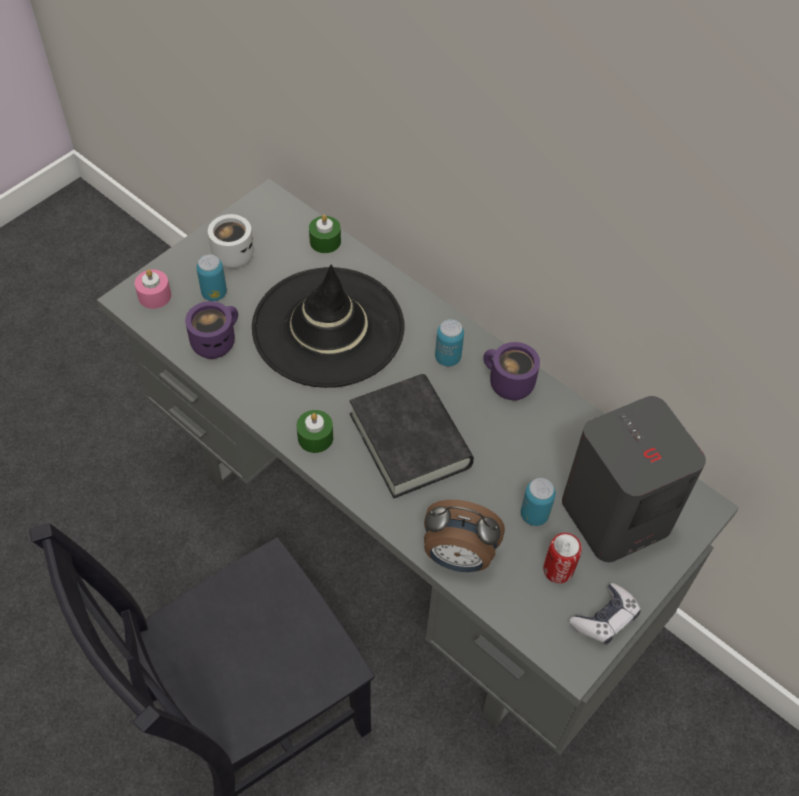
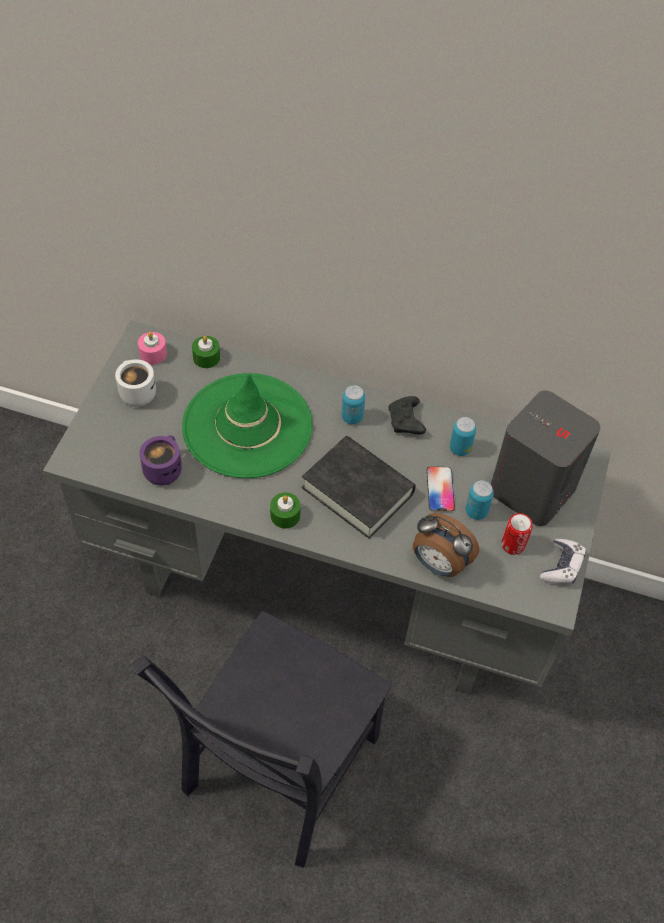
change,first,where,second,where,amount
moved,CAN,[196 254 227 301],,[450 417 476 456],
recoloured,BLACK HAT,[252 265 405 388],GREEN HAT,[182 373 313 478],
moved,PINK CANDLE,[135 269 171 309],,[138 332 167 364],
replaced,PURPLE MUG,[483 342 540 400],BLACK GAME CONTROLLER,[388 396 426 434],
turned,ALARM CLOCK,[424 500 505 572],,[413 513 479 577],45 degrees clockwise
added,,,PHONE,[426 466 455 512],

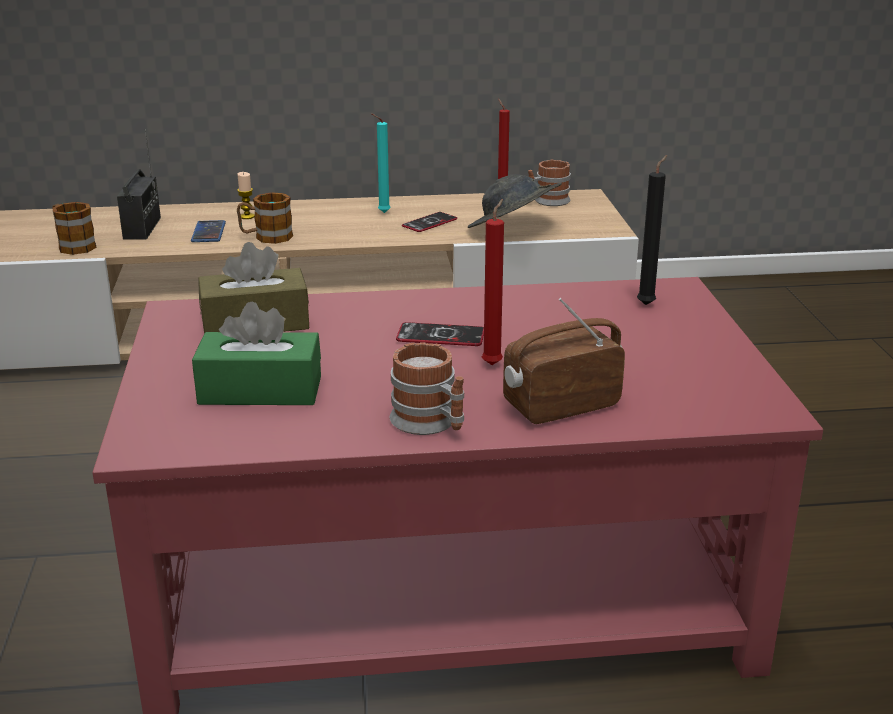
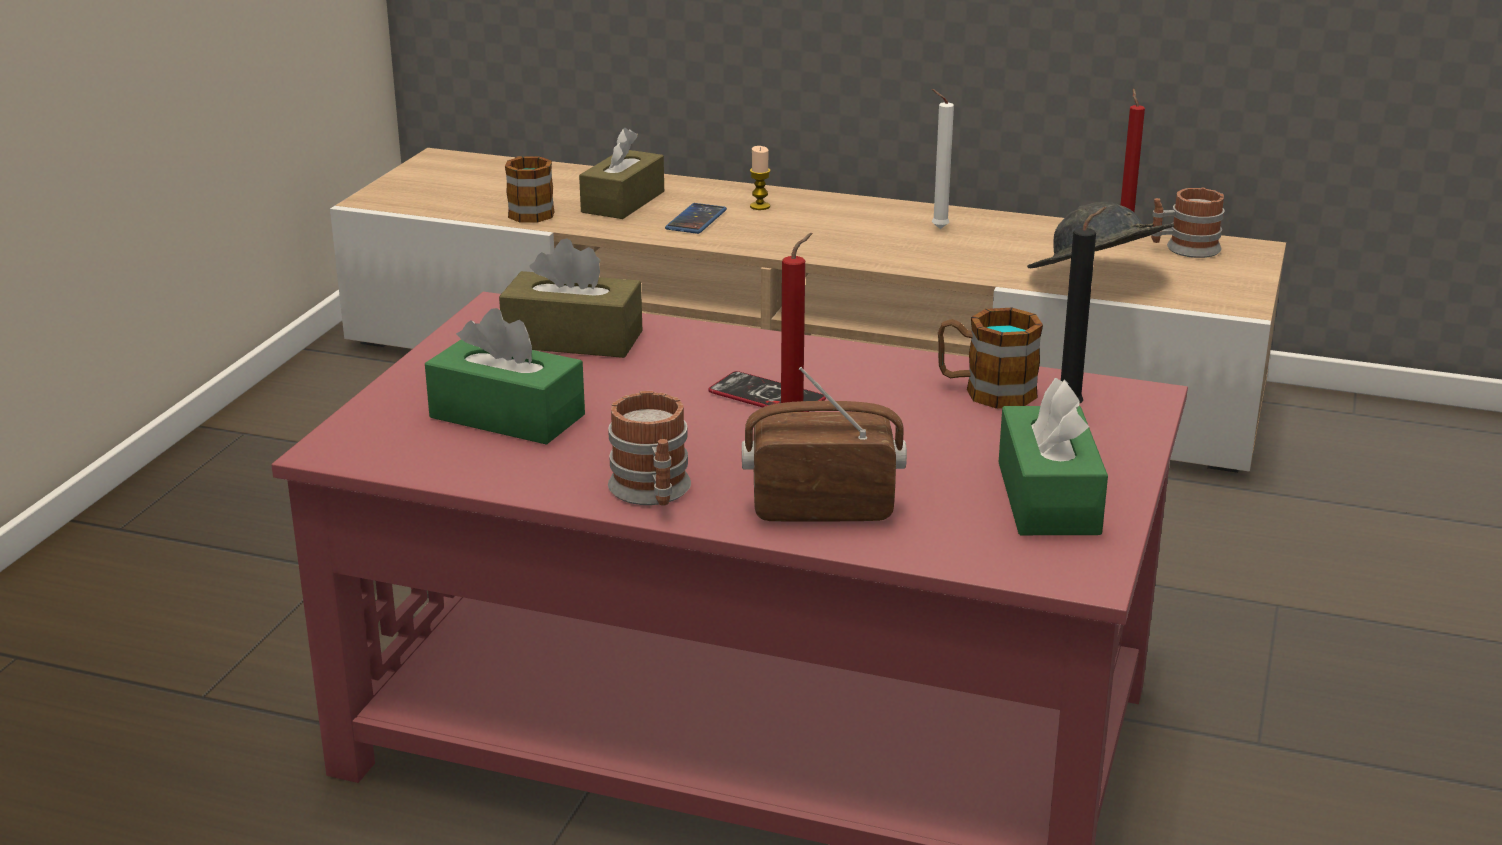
change,first,where,second,where,amount
recoloured,TURQUOISE CANDLE,[371 113 391 213],WHITE CANDLE,[932 89 954 229],
replaced,RADIO,[117 129 161 239],BROWN TISSUE BOX,[579 128 664 219],
moved,MUG,[237 192 293 244],,[938 308 1043 409],
removed,PHONE,[402 212 457 232],,,
added,,,GREEN TISSUE BOX,[999 378 1108 535],

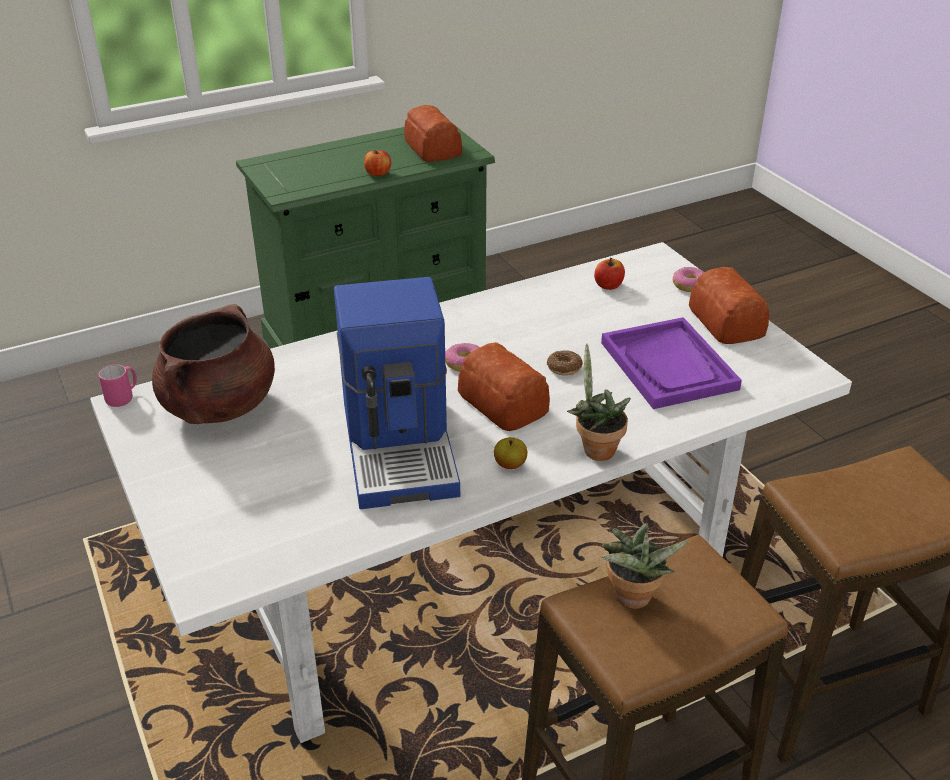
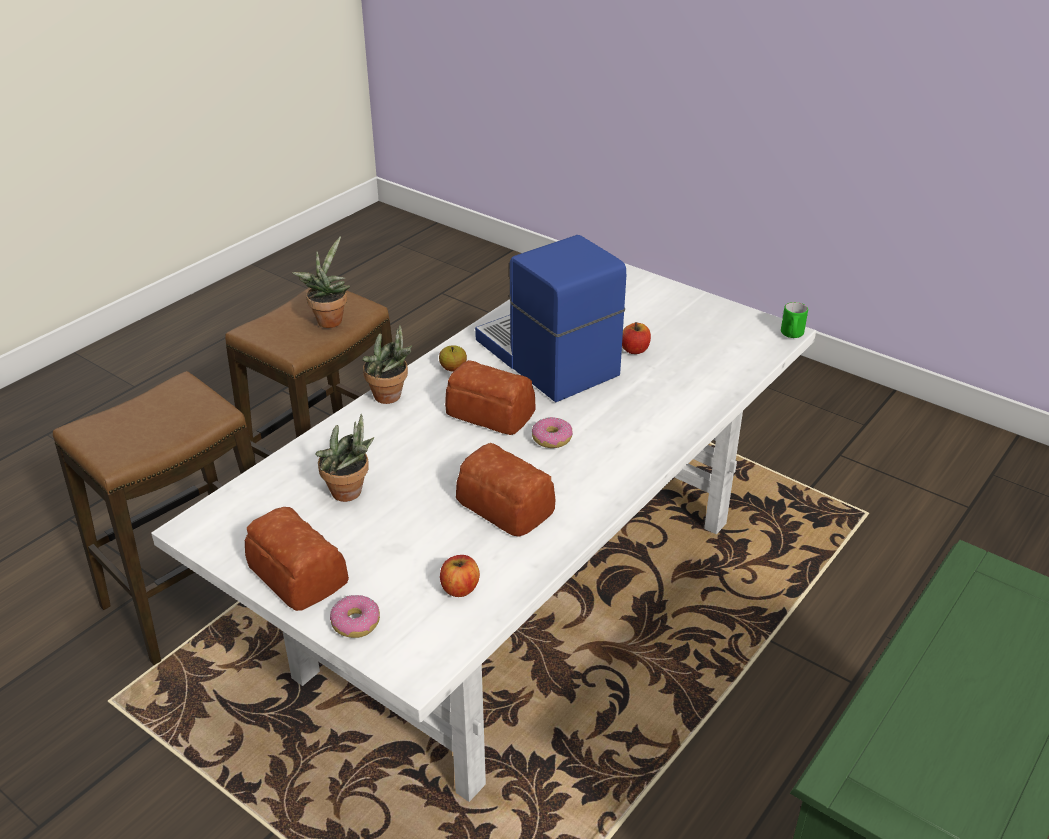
change,first,where,second,where,amount
moved,BREAD,[404 105 462 162],,[456 443 555 537],
moved,APPLE,[364 150 391 176],,[622 322 651 354],
removed,BROWN COOKING POT,[152 304 275 424],,,
replaced,PURPLE TRAY,[601 317 742 409],POTTED PLANT,[316 413 375 502],
removed,DONUT,[547 350 583 376],,,
recoloured,PINK MUG,[98 364 137 407],GREEN MUG,[781 302 808 338],

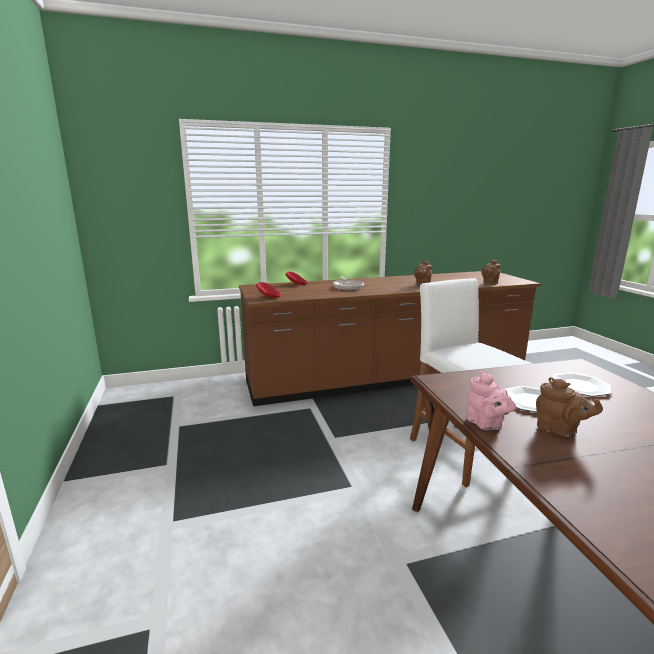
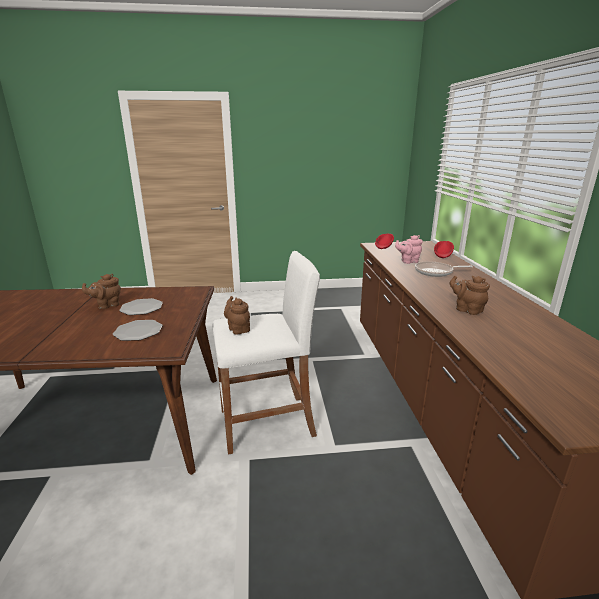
change,first,where,second,where,amount
moved,BROWN TEAPOT,[482 260 500 285],,[224 296 250 335],
moved,PINK TEAPOT,[466 371 516 430],,[395 235 423 264],

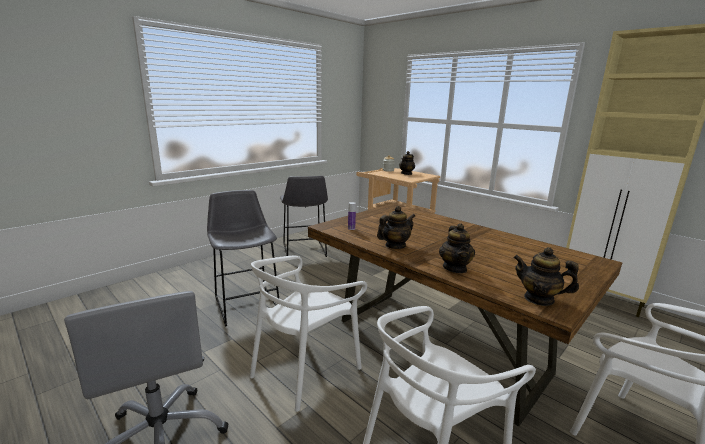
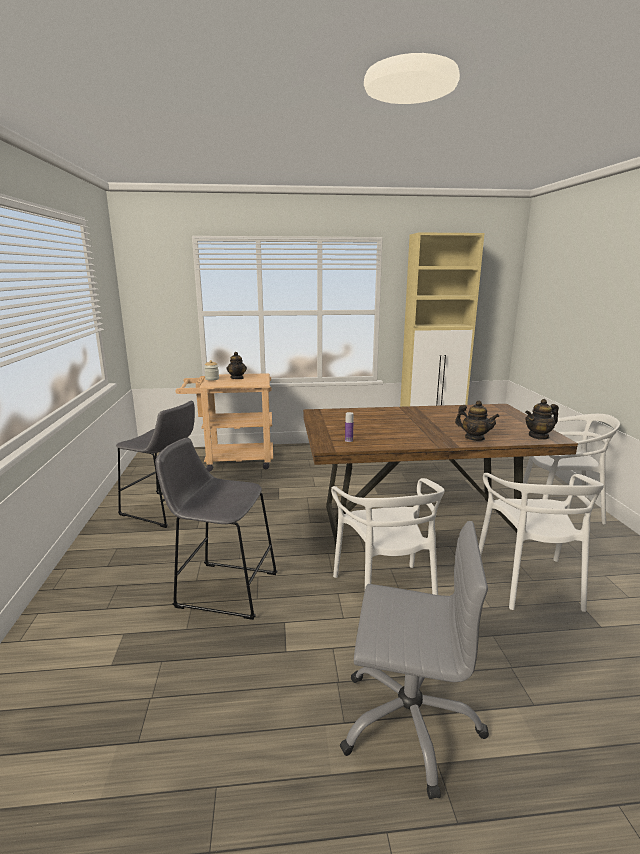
change,first,where,second,where,amount
removed,TEAPOT,[377 206 415 249],,,

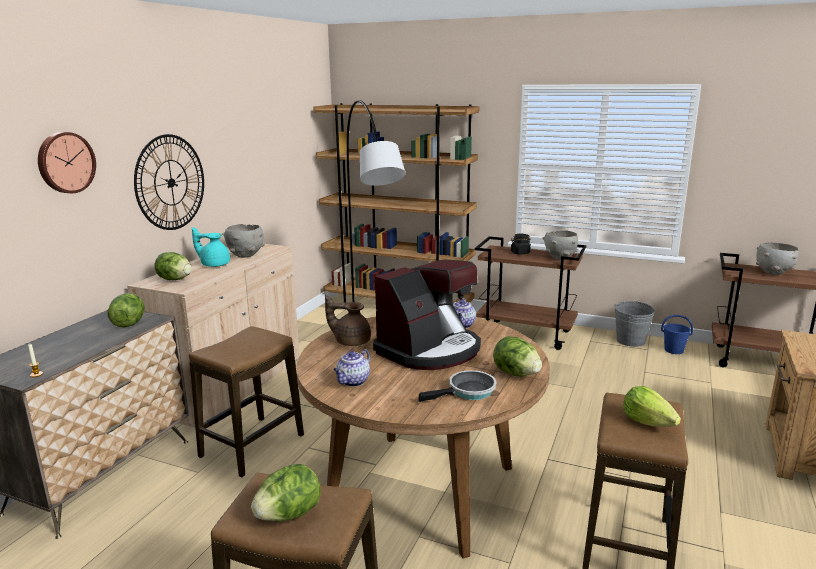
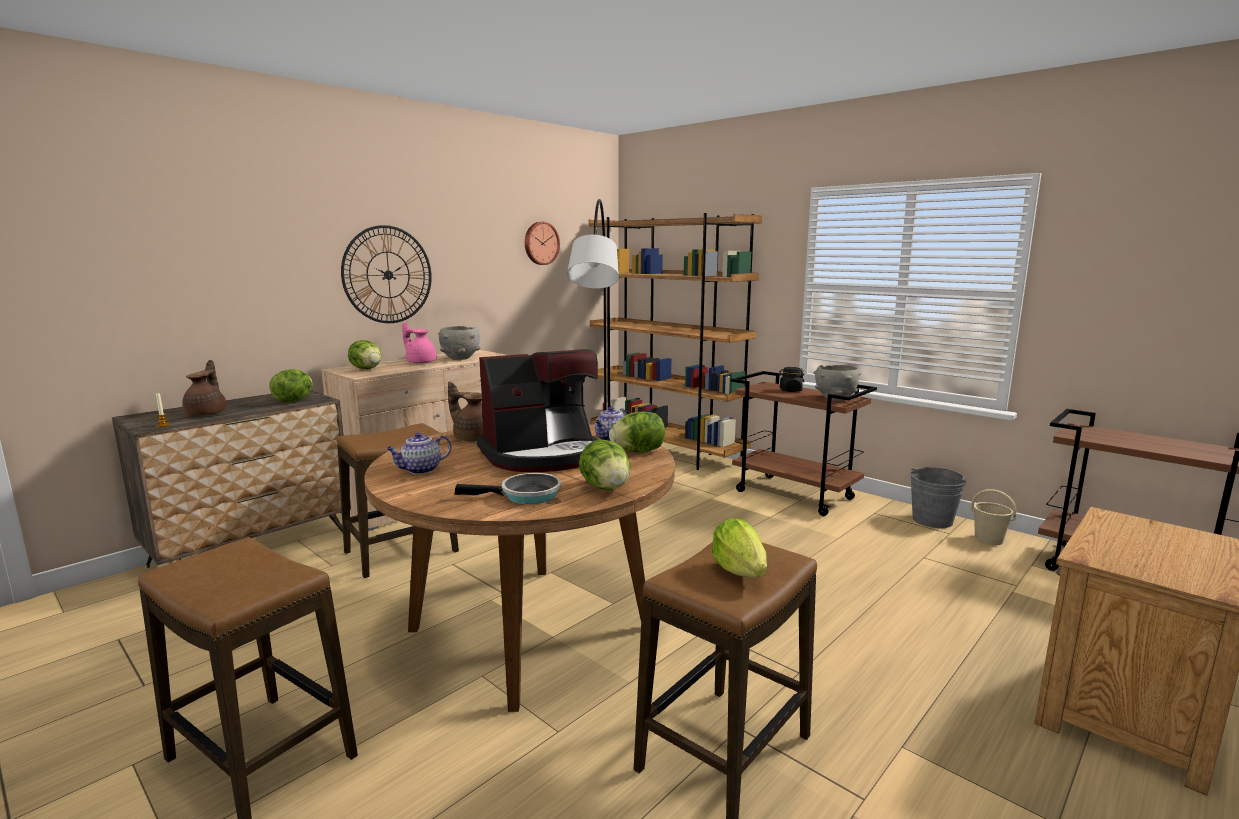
change,first,where,second,where,amount
moved,WALL CLOCK,[38 132 96 193],,[525 222 560 265],
recoloured,TURQUOISE TEAPOT,[192 227 230 267],PINK TEAPOT,[402 322 437 364],
removed,GREY BOWL,[756 242 800 275],,,
recoloured,BLUE BUCKET,[661 315 693 354],BEIGE BUCKET,[971 489 1016 545],
moved,LETTUCE,[251 464 321 522],,[609 411 665 452],
added,,,BROWN TEAPOT,[182 360 227 416],

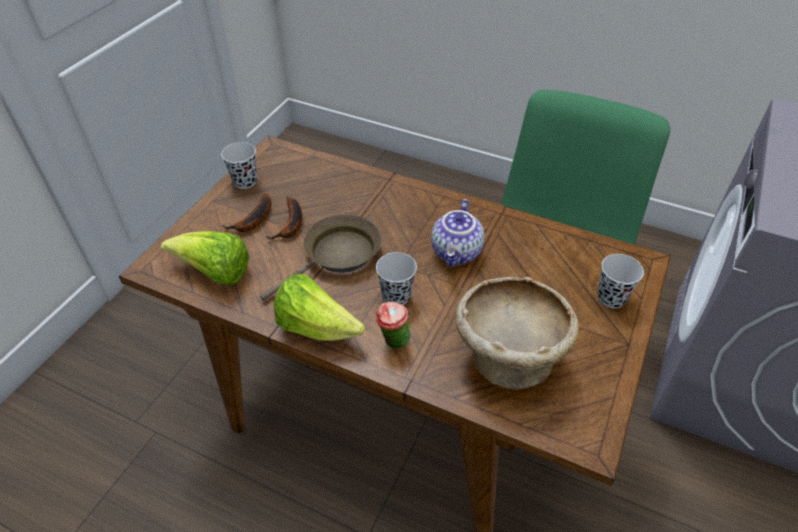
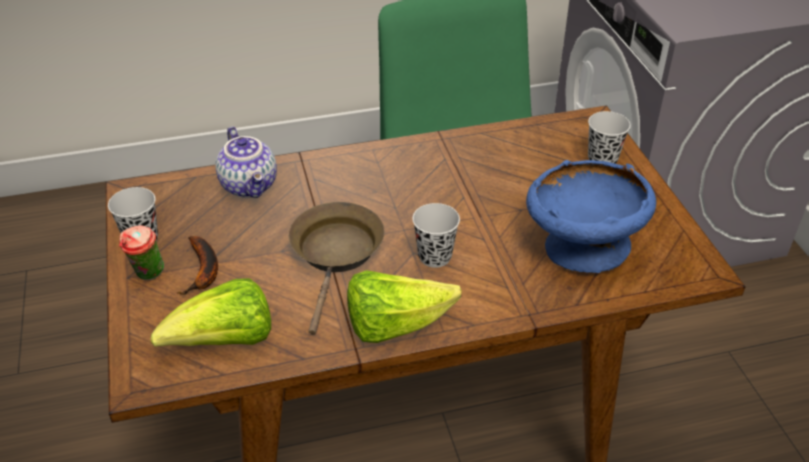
change,first,where,second,where,amount
removed,BANANA,[267 197 302 240],,,
moved,TEAPOT,[431 199 484 267],,[215 127 277 198],
recoloured,BEIGE BOWL,[455 277 579 390],BLUE BOWL,[526 160 656 273],
moved,CUP,[375 302 410 349],,[119 225 164 281],

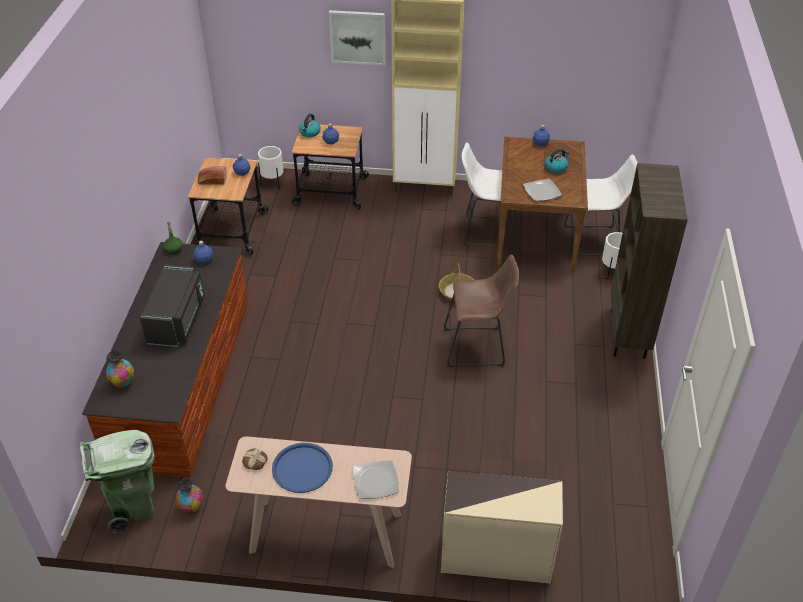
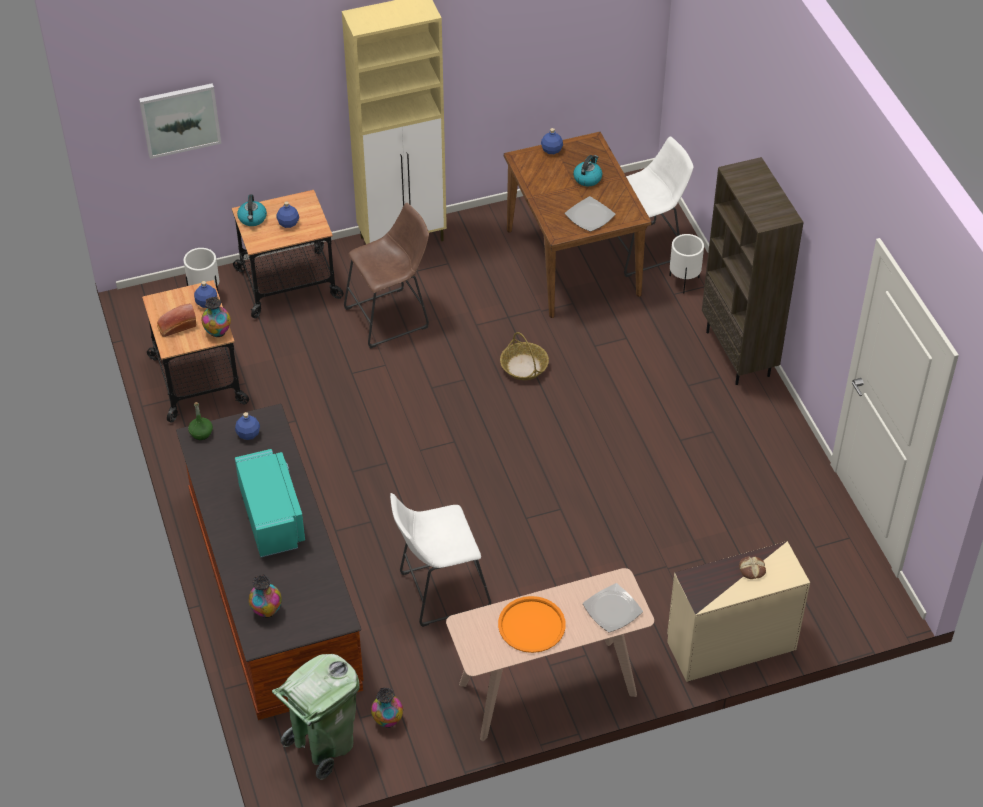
change,first,where,second,where,amount
moved,PICTURE,[329 10 385 66],,[139 83 221 159],
moved,WHITE STOOL,[462 142 515 249],,[390 493 491 627],
moved,BROWN STOOL,[444 254 519 367],,[344 203 429 348],
recoloured,BLACK MICROWAVE,[140 265 205 347],TURQUOISE MICROWAVE,[235 449 305 558],
recoloured,BLUE TRAY,[272 443 333 493],ORANGE TRAY,[498 596 566 653],
moved,BREAD,[242 449 268 470],,[739 556 766 579],
added,,,VASE,[201 297 231 337],

